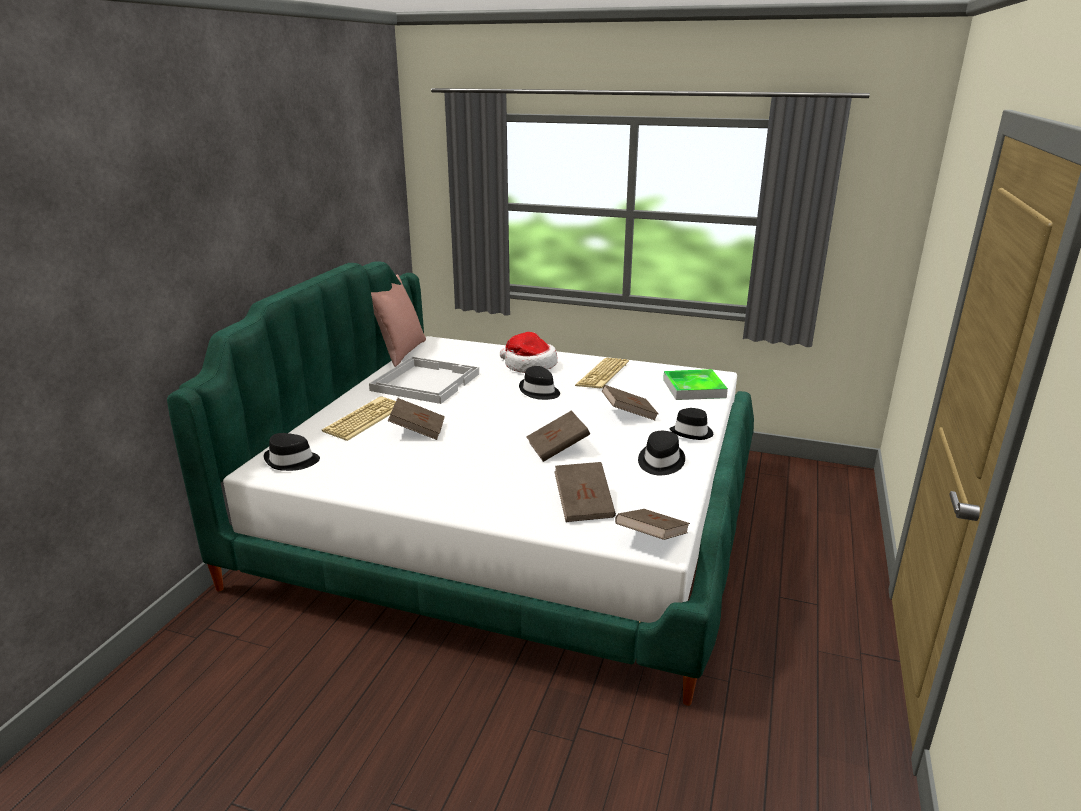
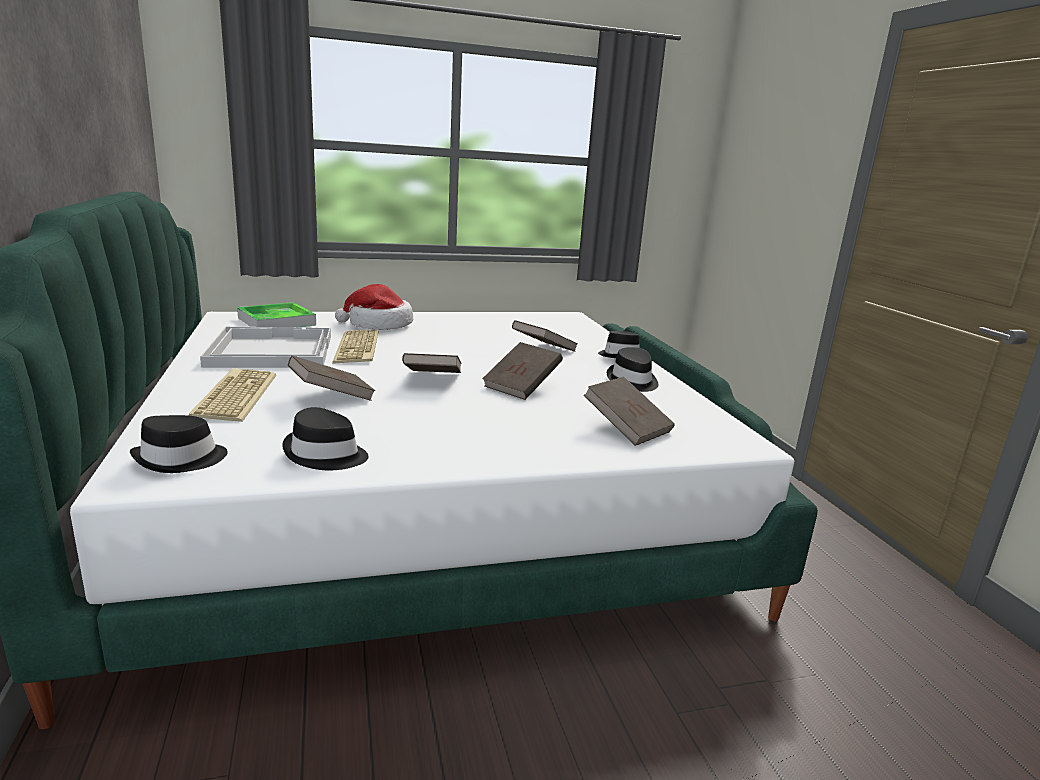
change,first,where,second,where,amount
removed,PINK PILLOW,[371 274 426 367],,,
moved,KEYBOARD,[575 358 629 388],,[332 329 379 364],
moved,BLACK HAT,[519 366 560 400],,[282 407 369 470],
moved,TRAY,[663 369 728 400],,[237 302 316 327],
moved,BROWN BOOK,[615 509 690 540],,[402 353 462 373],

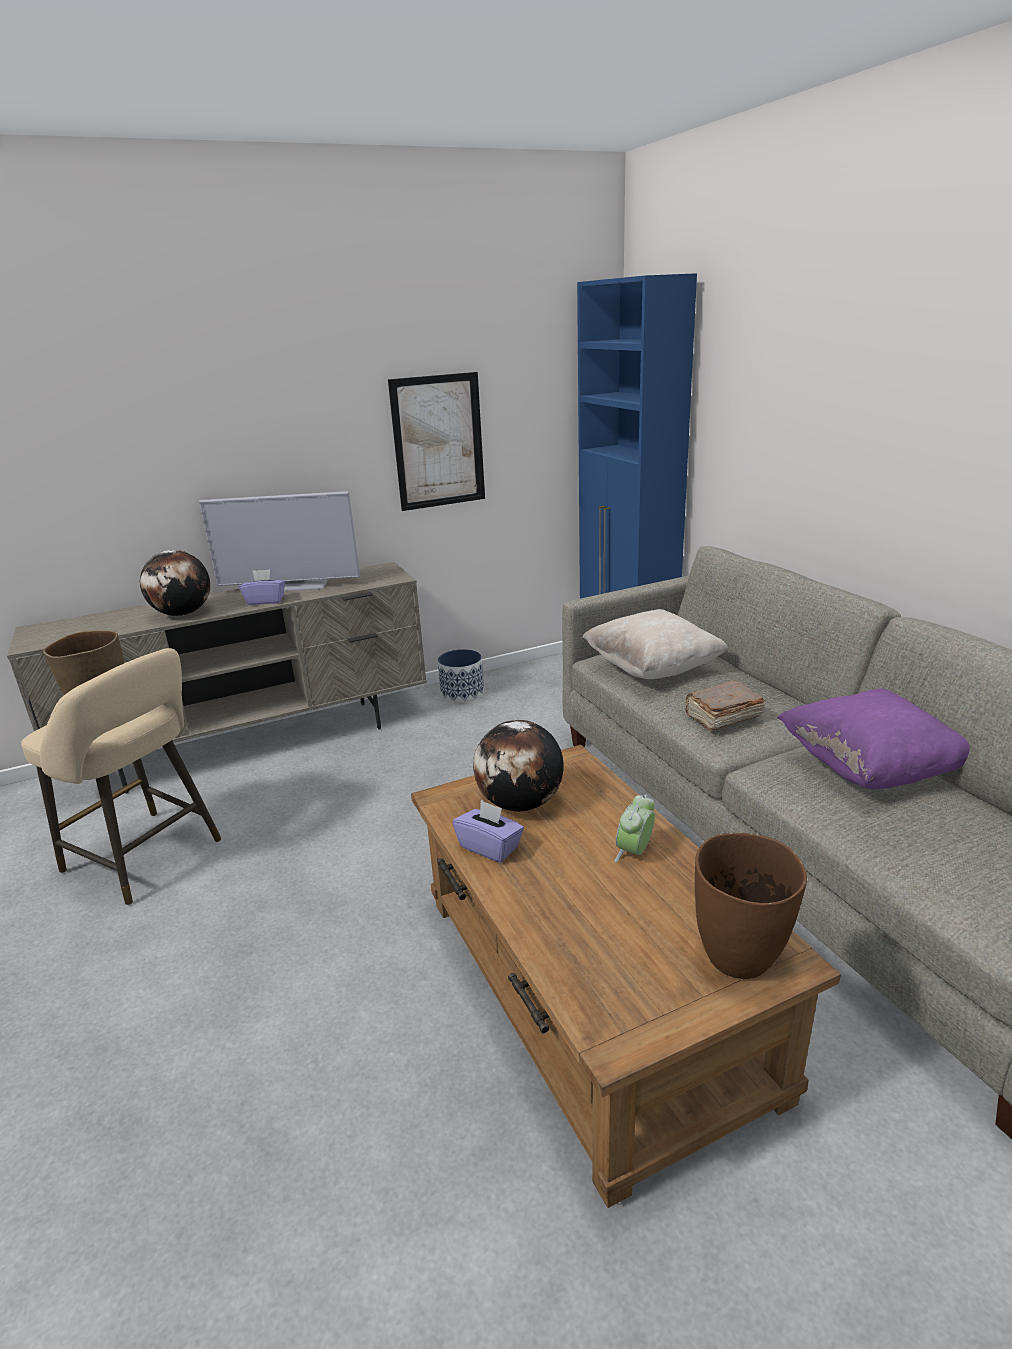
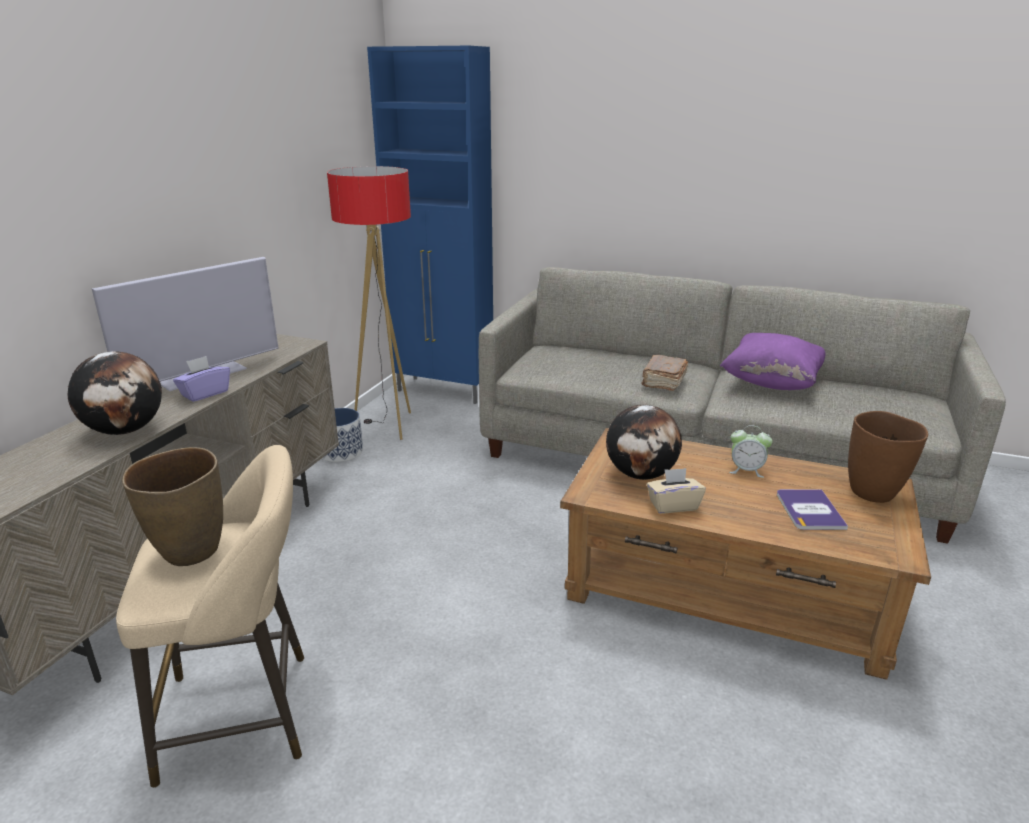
change,first,where,second,where,amount
removed,PICTURE,[388 372 485 511],,,
removed,BEIGE PILLOW,[582 609 728 679],,,
turned,ALARM CLOCK,[614 795 655 862],,[729 425 773 478],60 degrees counterclockwise
recoloured,PURPLE TISSUE BOX,[452 800 524 863],BEIGE TISSUE BOX,[647 468 706 513],
added,,,FLOOR LAMP,[327 166 411 440],
added,,,BOOK,[777 489 848 530],

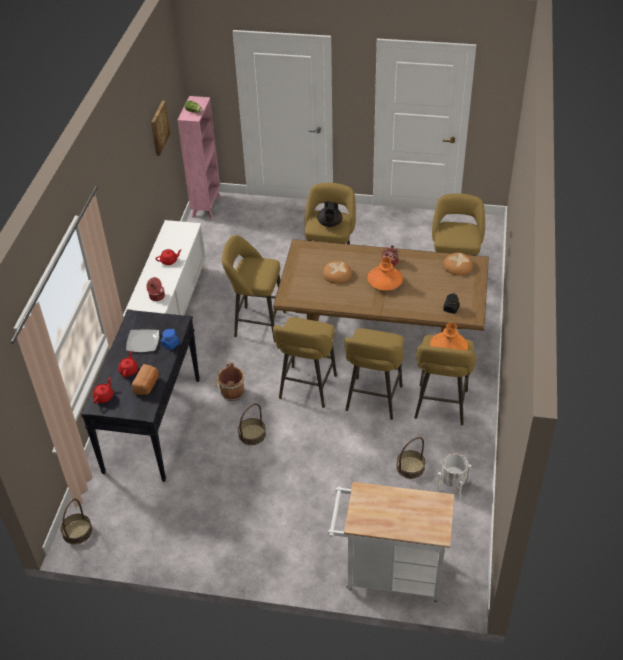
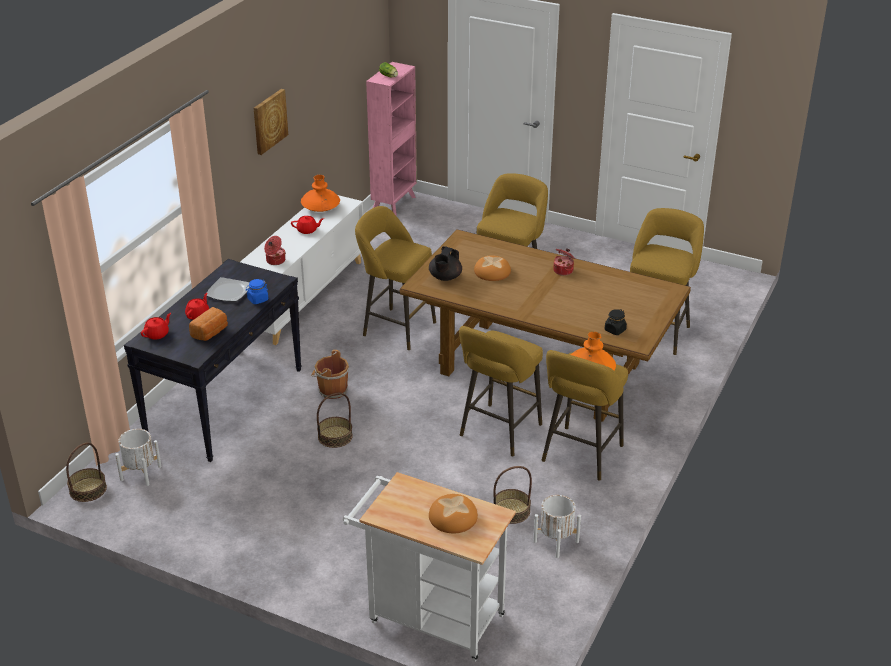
change,first,where,second,where,amount
moved,PICTURE,[151 101 170 156],,[254 89 288 155],
moved,BLACK TEAPOT,[317 201 342 227],,[429 246 462 281],
moved,BREAD,[443 253 473 275],,[429 494 478 533],
moved,ORANGE VASE,[367 257 403 291],,[301 175 340 212],
removed,YELLOW STOOL,[273 317 337 408],,,
added,,,WHITE PLANTER,[115 429 162 486],

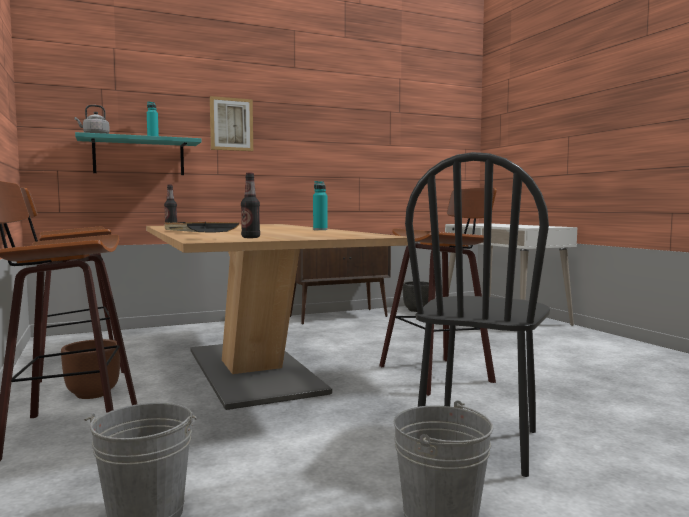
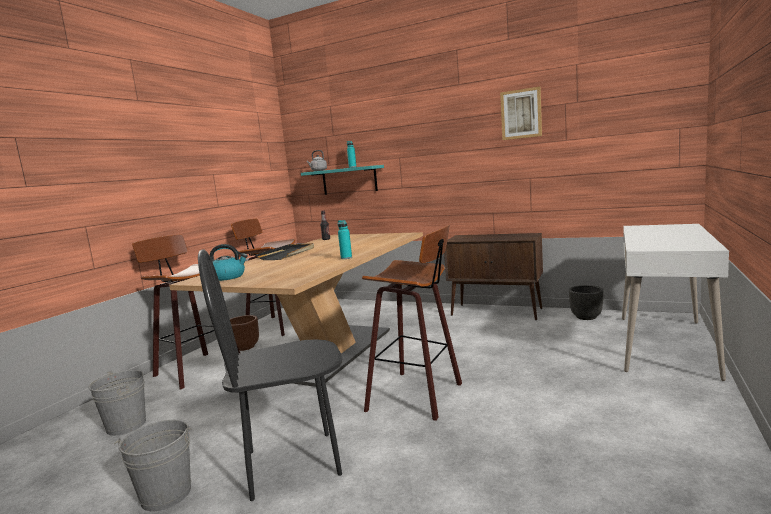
change,first,where,second,where,amount
moved,PICTURE,[210 96 253 151],,[500 86 542 140],
replaced,BOTTLE,[241 173 260 238],KETTLE,[209 244 248 281],

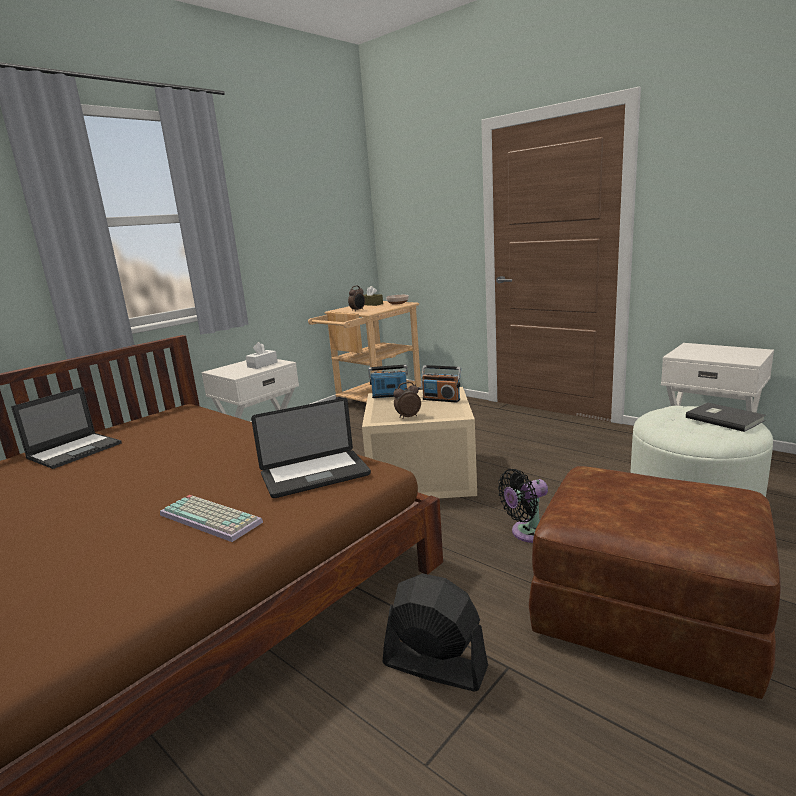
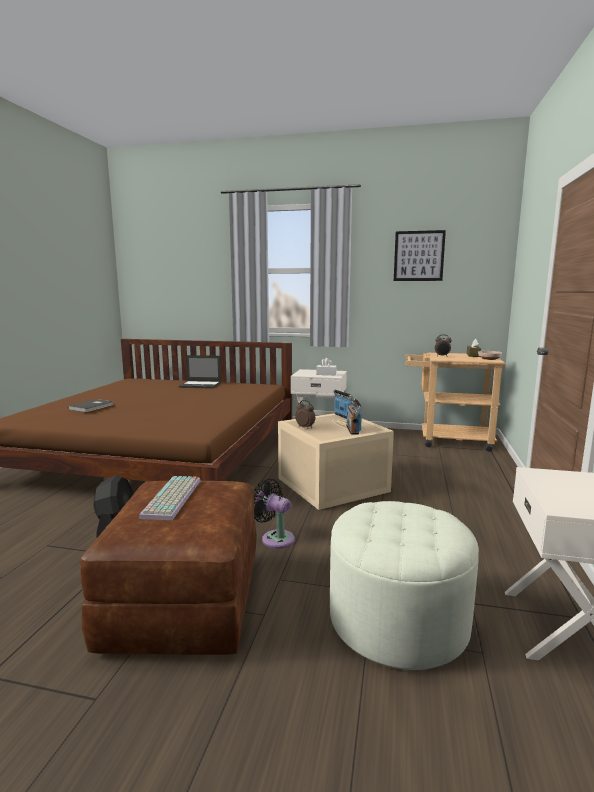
change,first,where,second,where,amount
removed,LAPTOP,[251 398 371 498],,,
moved,GREY BOOK,[686 403 766 432],,[68 399 114 413],
moved,KEYBOARD,[160 495 263 542],,[139 476 200 520],
added,,,PICTURE,[394 230 446 281],

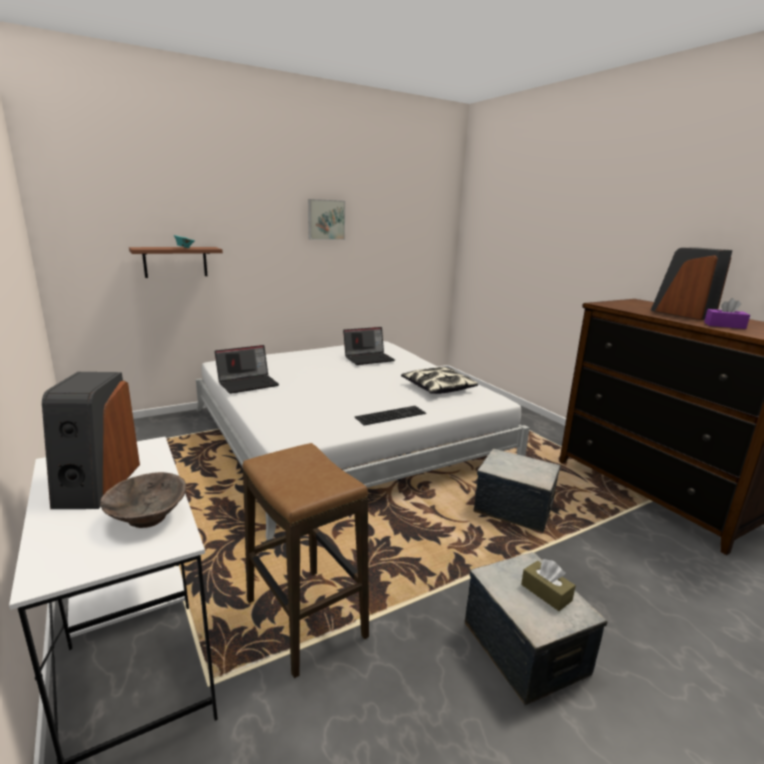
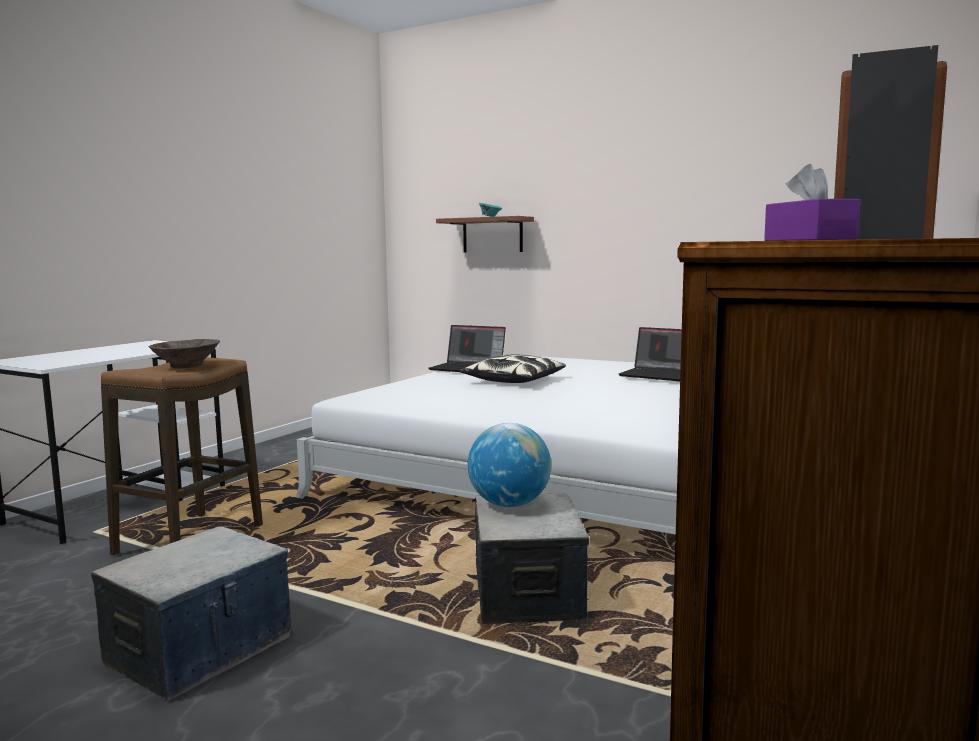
change,first,where,second,where,amount
removed,PICTURE,[308 199 345 240],,,
moved,PILLOW,[401 367 478 394],,[460 354 566 383],
removed,SPEAKER,[42 372 140 509],,,
removed,KEYBOARD,[354 406 426 426],,,
moved,BROWN BOWL,[100 472 186 528],,[149 339 220 369],
removed,BROWN TISSUE BOX,[521 559 576 611],,,
added,,,GLOBE,[468 423 551 507],

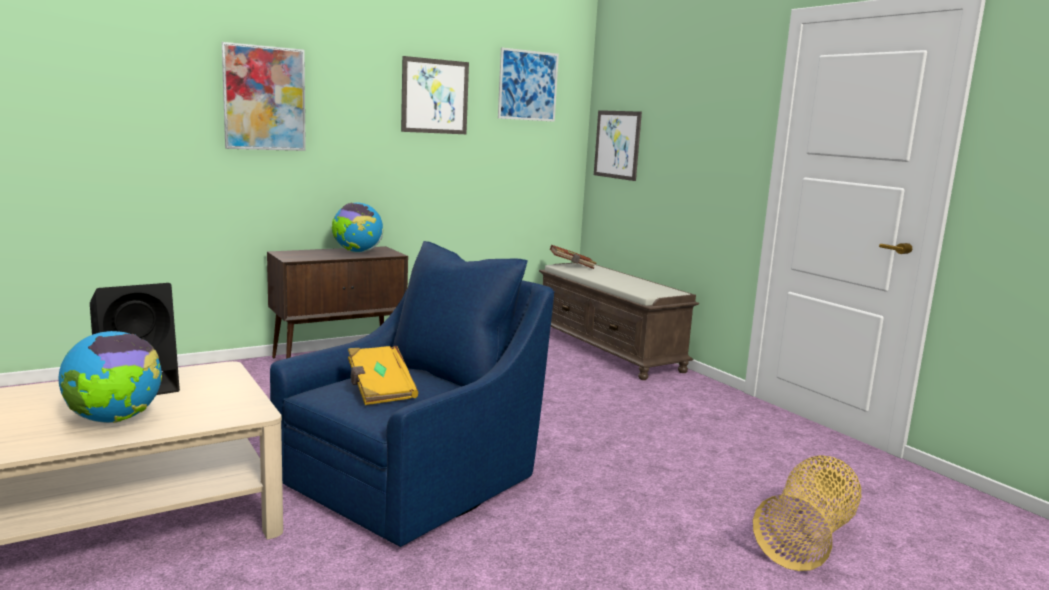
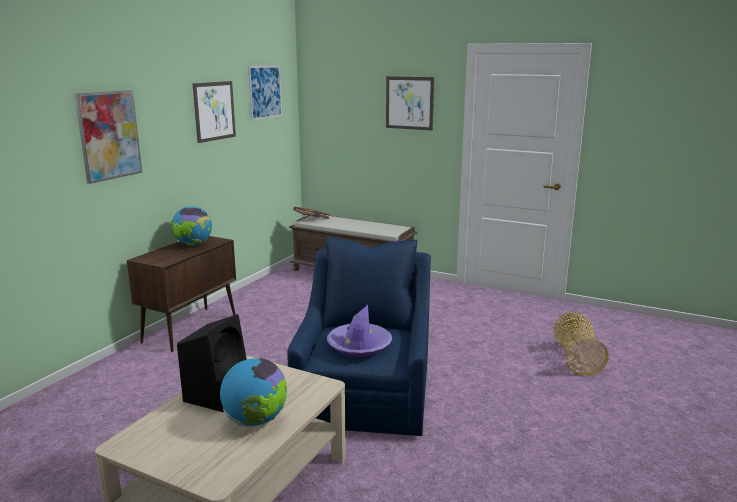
change,first,where,second,where,amount
moved,PICTURE,[594 110 642 181],,[386 76 434 130],
replaced,YELLOW BOOK,[348 346 418 405],PURPLE HAT,[327 305 392 357],

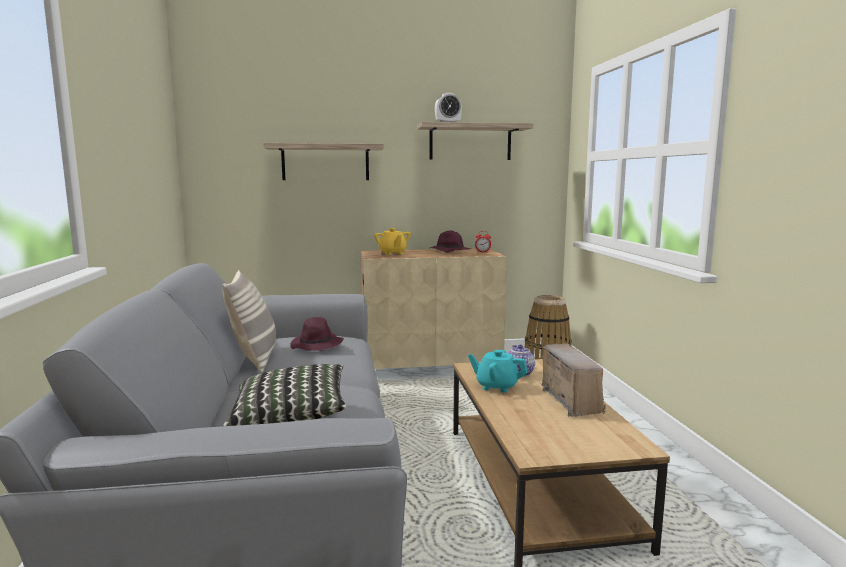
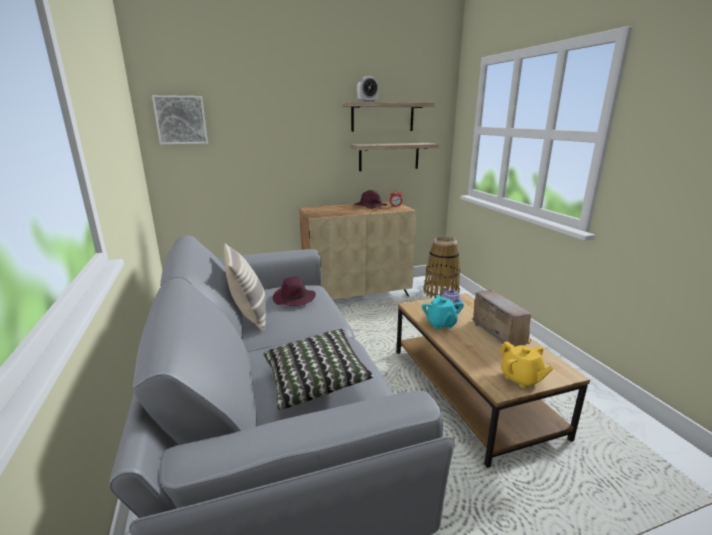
change,first,where,second,where,amount
moved,SHELF,[263 143 384 180],,[350 143 439 171],
moved,YELLOW TEAPOT,[374 228 411 255],,[500 341 554 388],
turned,TURQUOISE TEAPOT,[468 350 528 393],,[422 295 464 329],105 degrees counterclockwise
added,,,PICTURE,[152 95 208 145],

